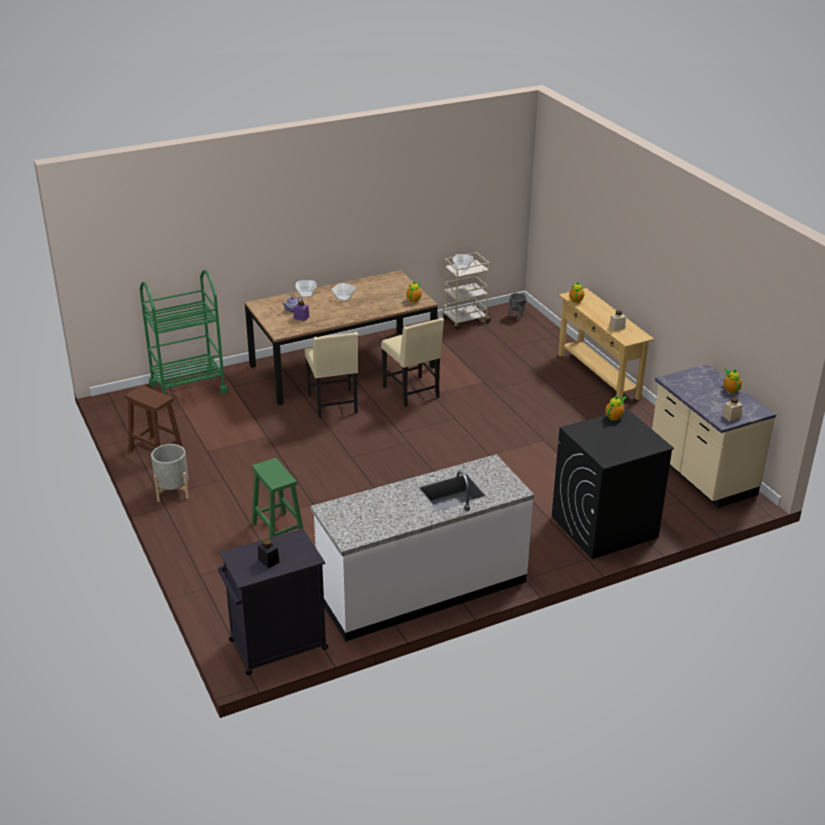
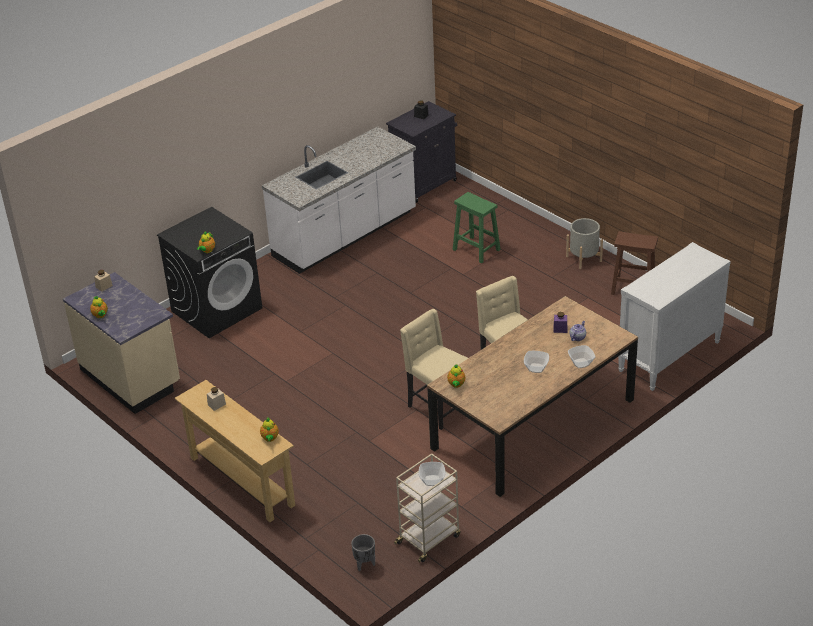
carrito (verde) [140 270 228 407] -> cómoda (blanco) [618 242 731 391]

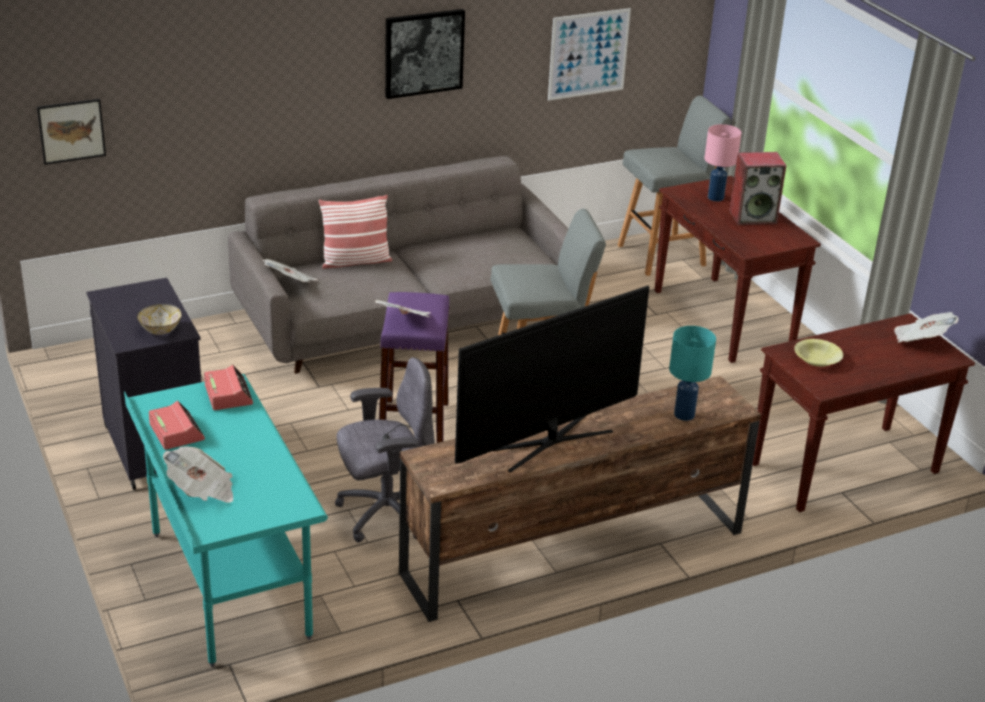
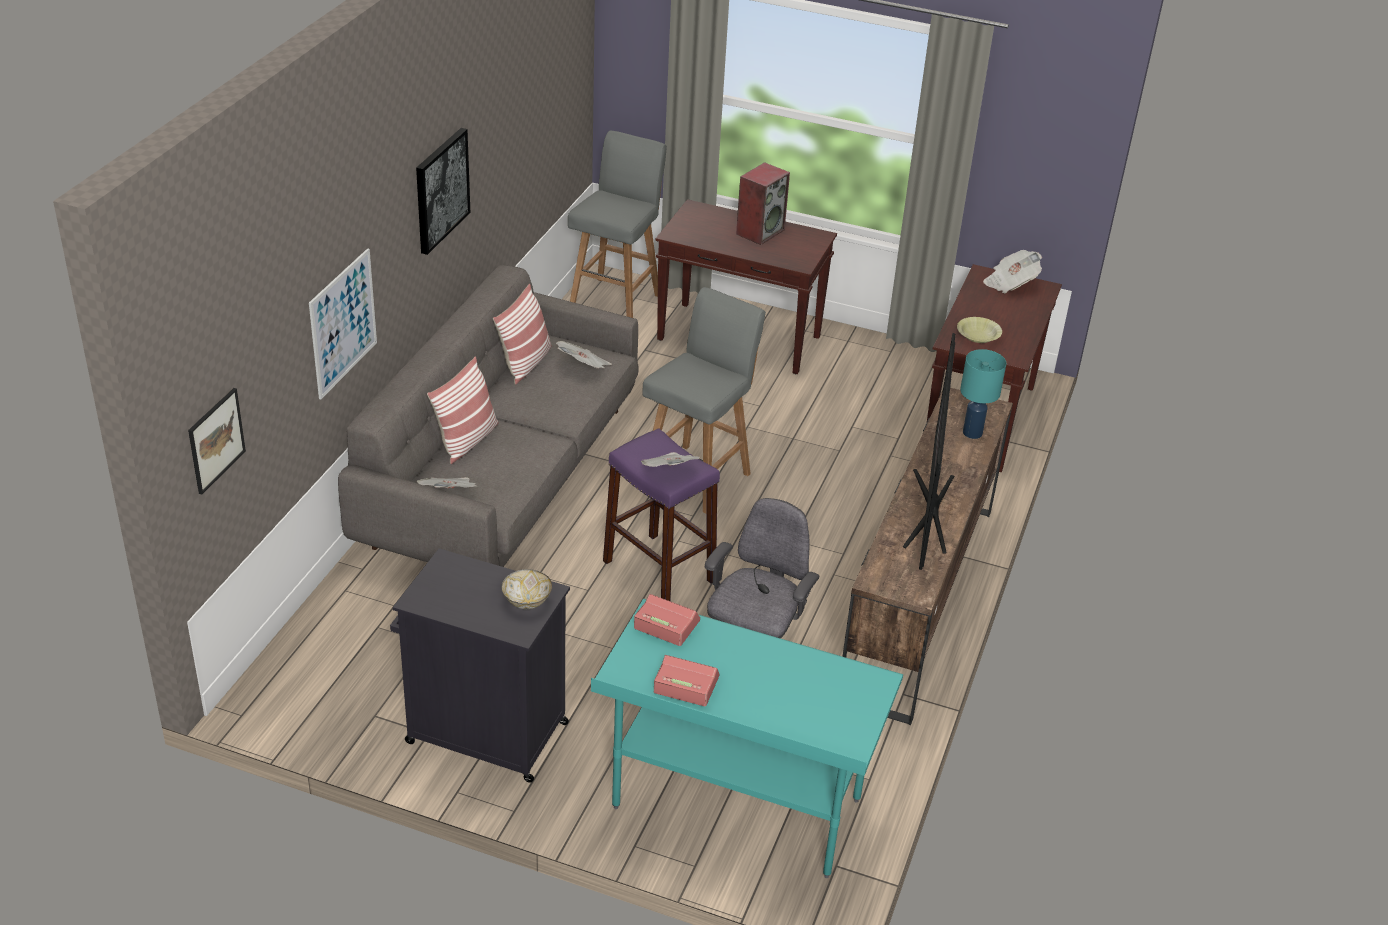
periódico [163 446 233 503] -> periódico [556 341 612 368], shifted
cuadro [548 8 631 100] -> cuadro [309 248 377 399], shifted
lámpara de mesa (rosa) [705 124 742 201] -> none
none -> cojín [493 284 552 385]

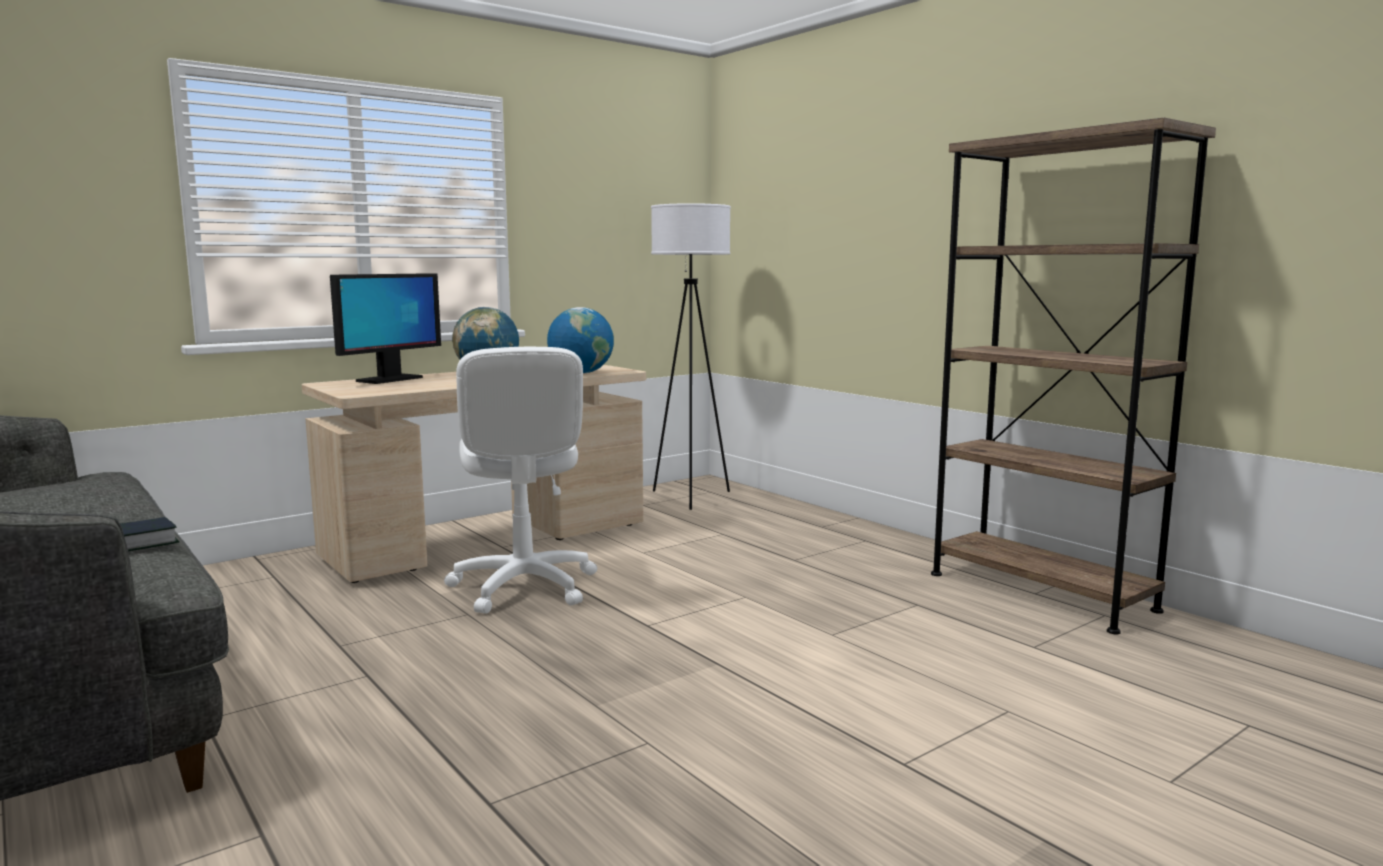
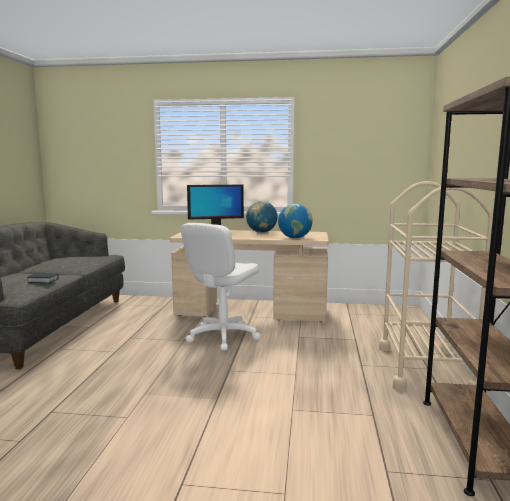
lámpara de pie (blanco) [651 203 731 510] -> none
none -> carrito (beis) [379 181 493 391]

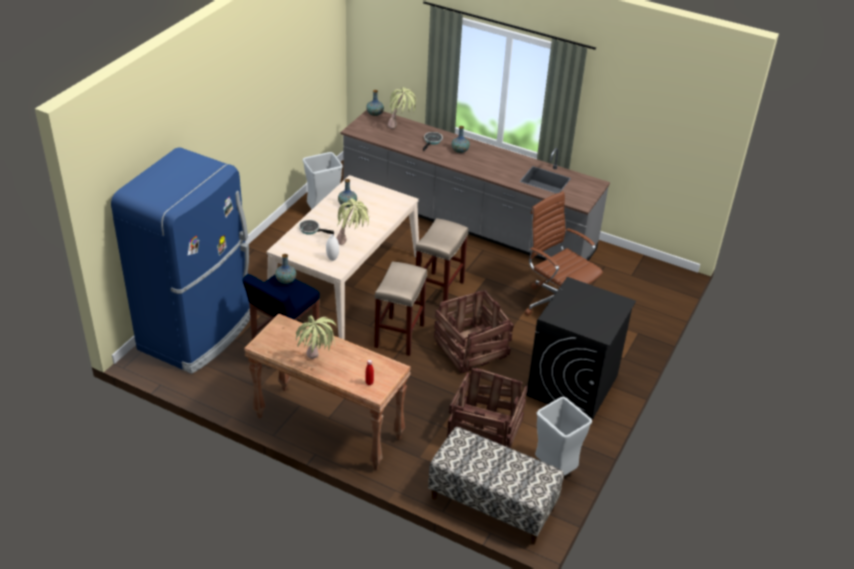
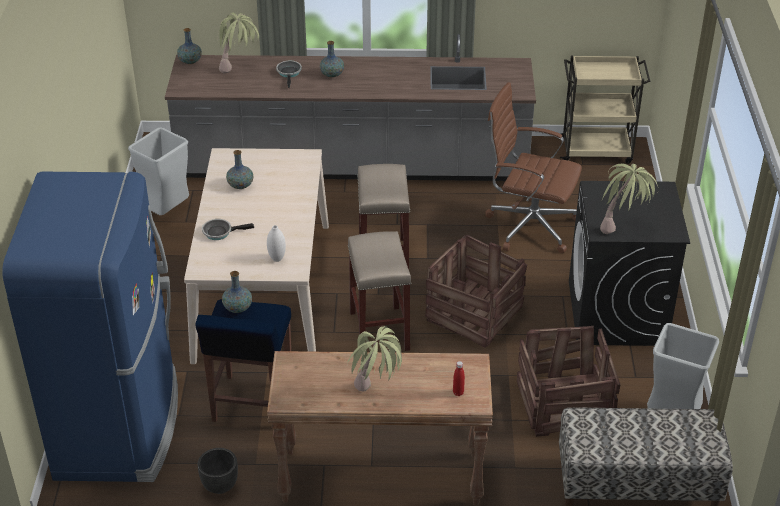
planta en maceta [336 198 369 245] -> planta en maceta [600 164 658 234], shifted
none -> maceta (negro) [198 448 238 494]
none -> carrito (beis) [560 56 650 164]

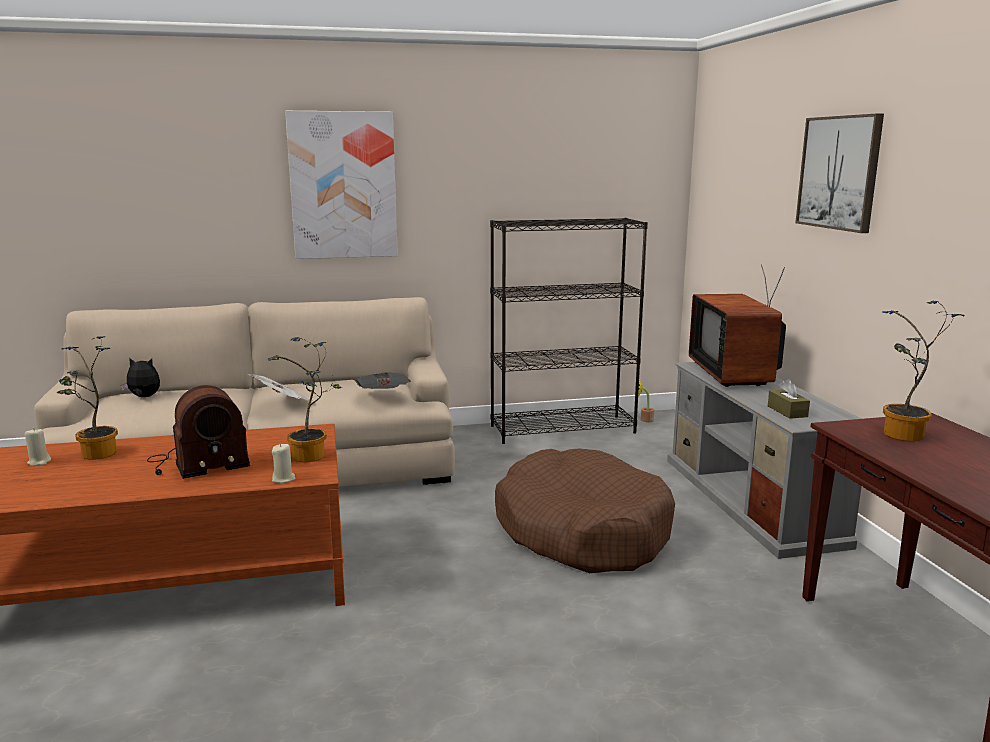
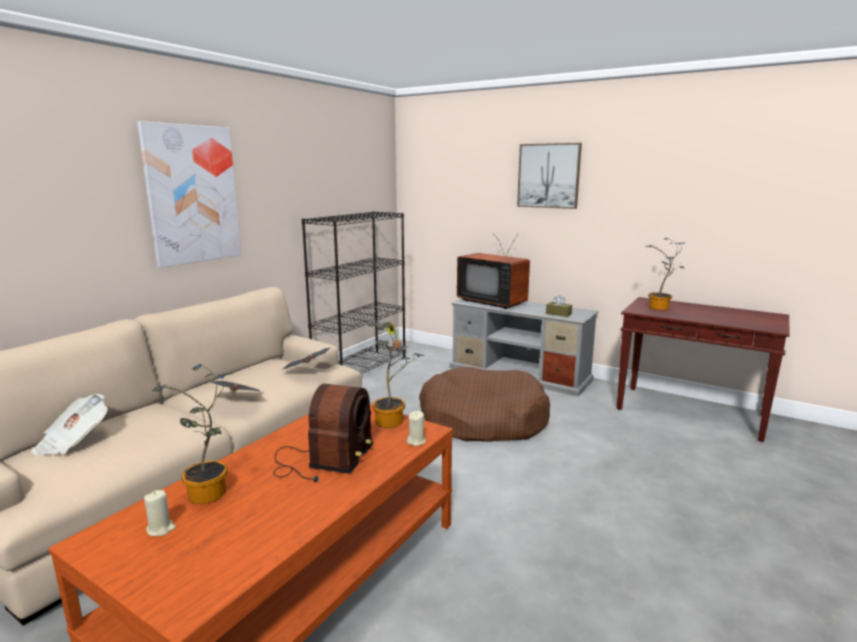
peluche [121 358 160 397] -> periódico [31 394 108 456]

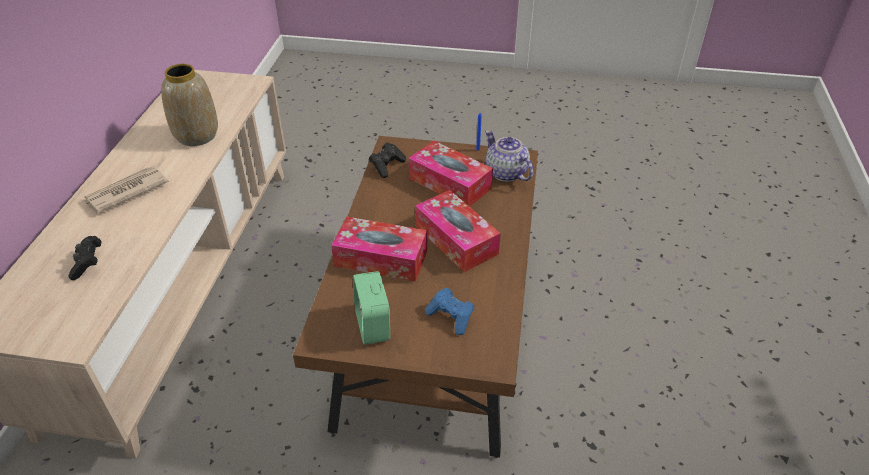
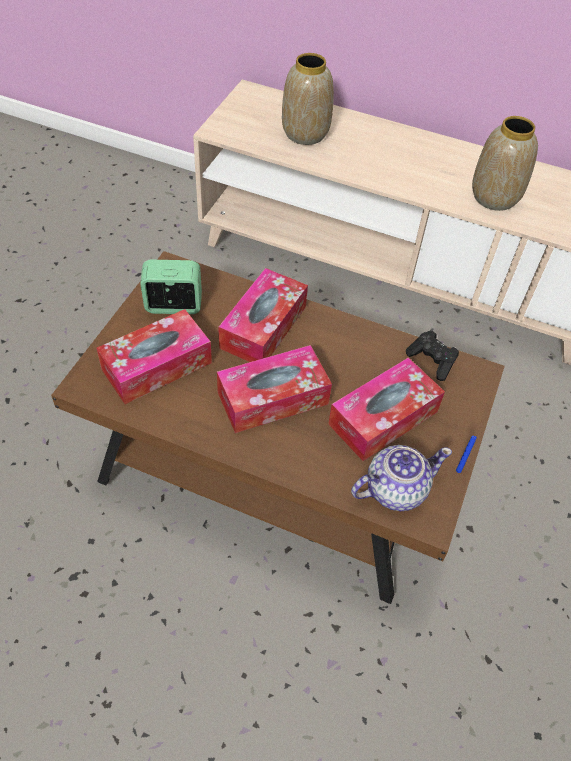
mando de consola (negro) [68 236 101 280] -> florero [282 53 334 145]
periódico [84 166 169 213] -> none
mando de consola (azul) [425 288 474 335] -> caja de pañuelos [97 309 212 404]

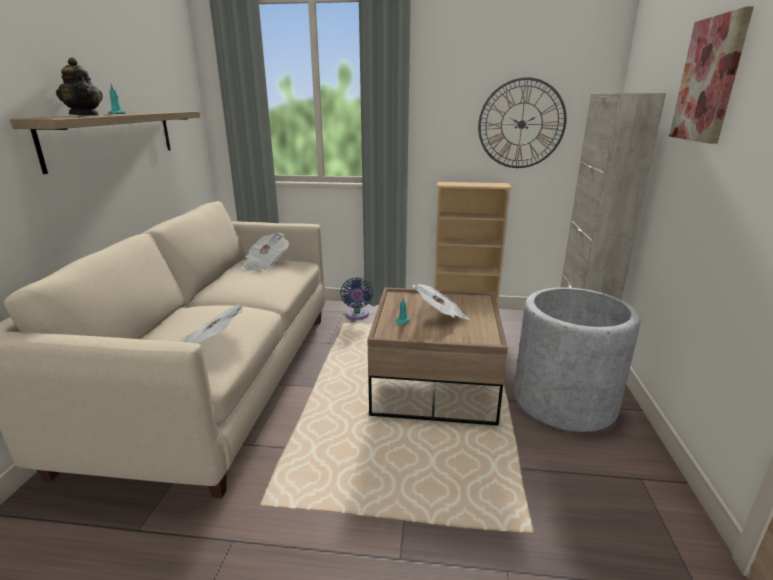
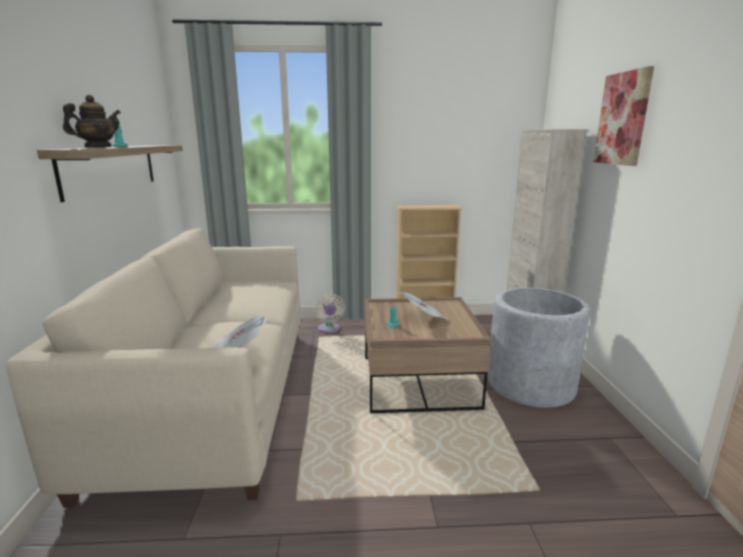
tetera [56 58 103 116] -> tetera [63 95 121 148], 90 degrees counterclockwise
periódico [242 233 289 271] -> none
ventilador (azul) [340 277 373 320] -> ventilador (beis) [314 294 345 333]
reloj de pared [478 77 566 168] -> none

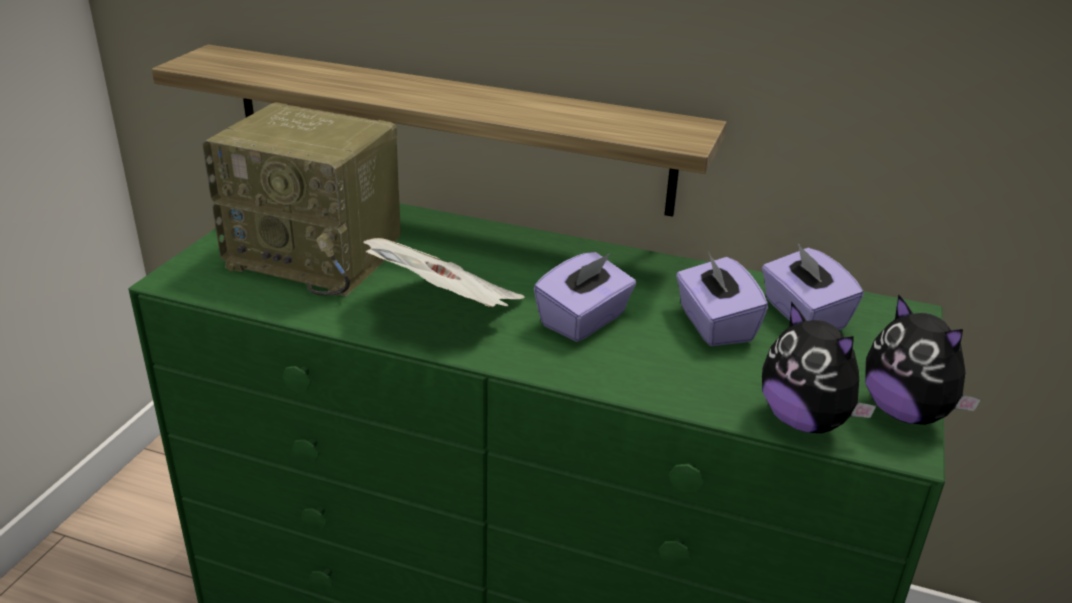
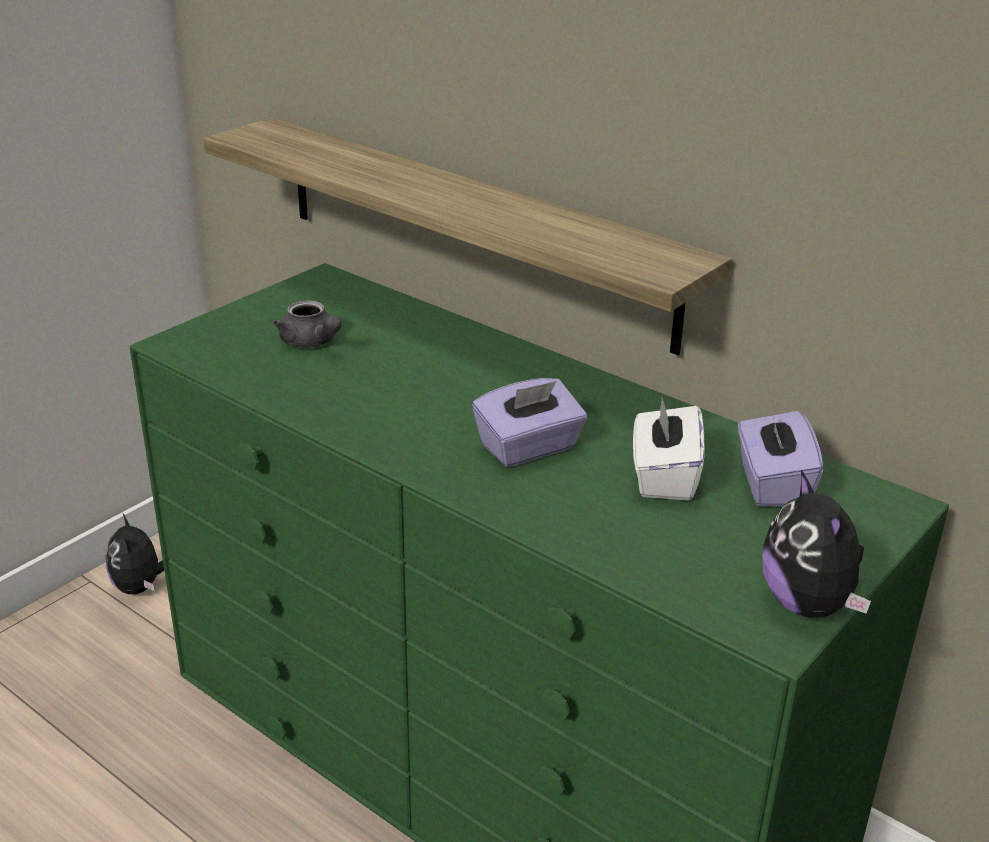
radio [202 102 401 296] -> tetera (gris) [274 300 342 348]
periódico [363 238 525 307] -> none
caja de pañuelos (morado) [676 251 768 346] -> caja de pañuelos (blanco) [633 397 705 501]
peluche [762 302 876 433] -> peluche [105 514 164 594], shifted

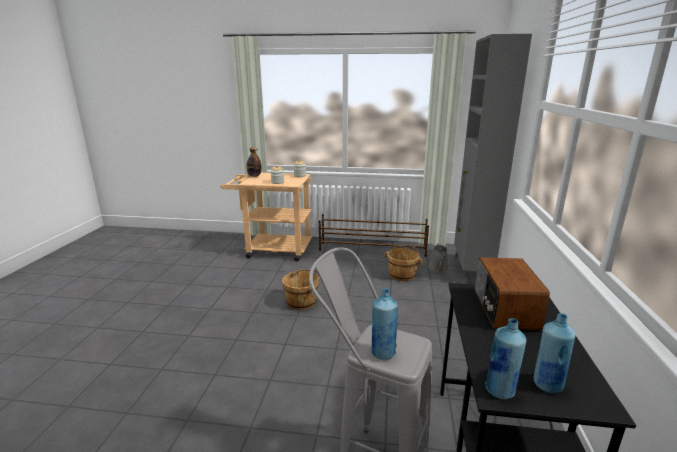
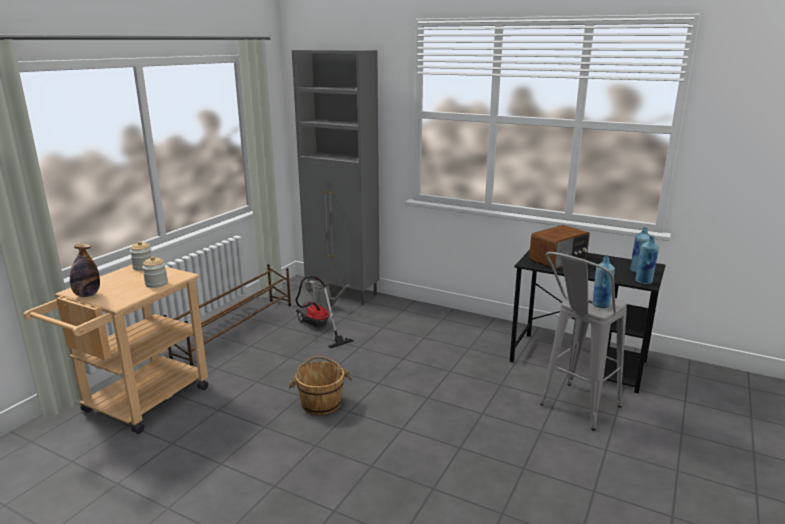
cubo (marrón) [384 245 424 281] -> aspiradora [296 276 354 349]
radio [475 257 550 330] -> radio [529 225 590 269], 60 degrees counterclockwise

